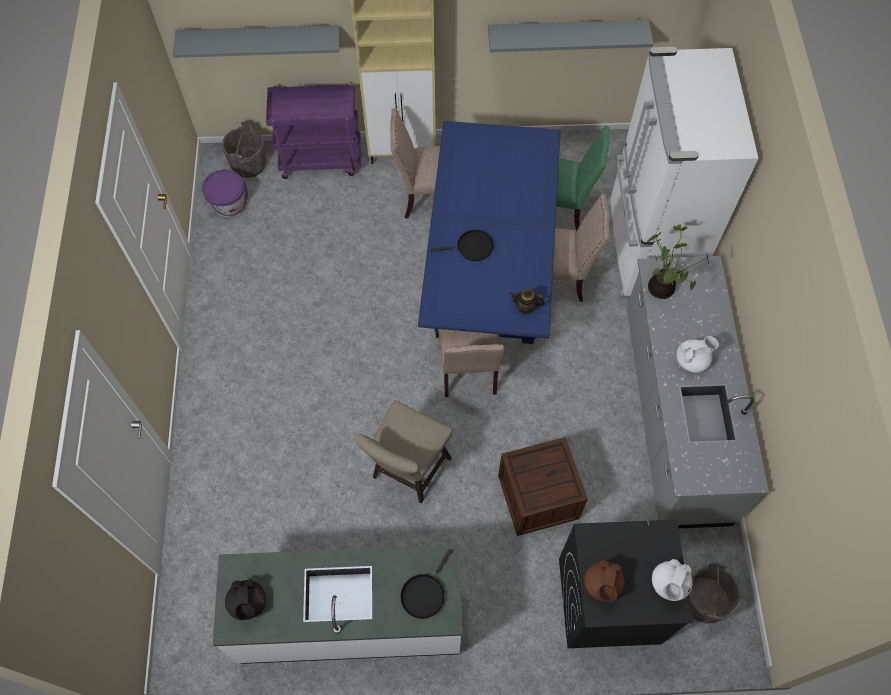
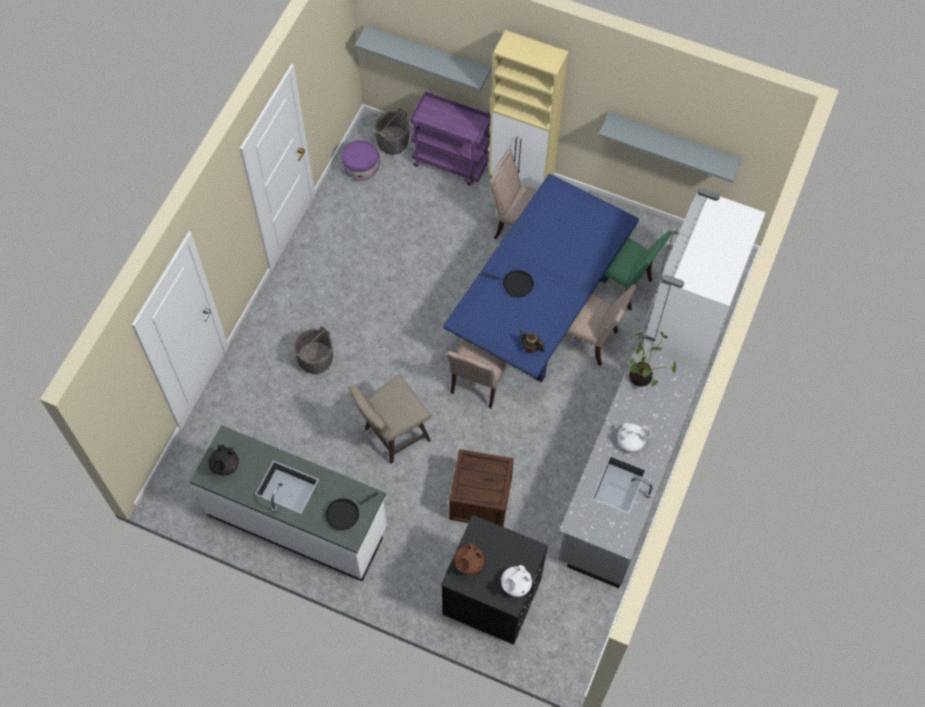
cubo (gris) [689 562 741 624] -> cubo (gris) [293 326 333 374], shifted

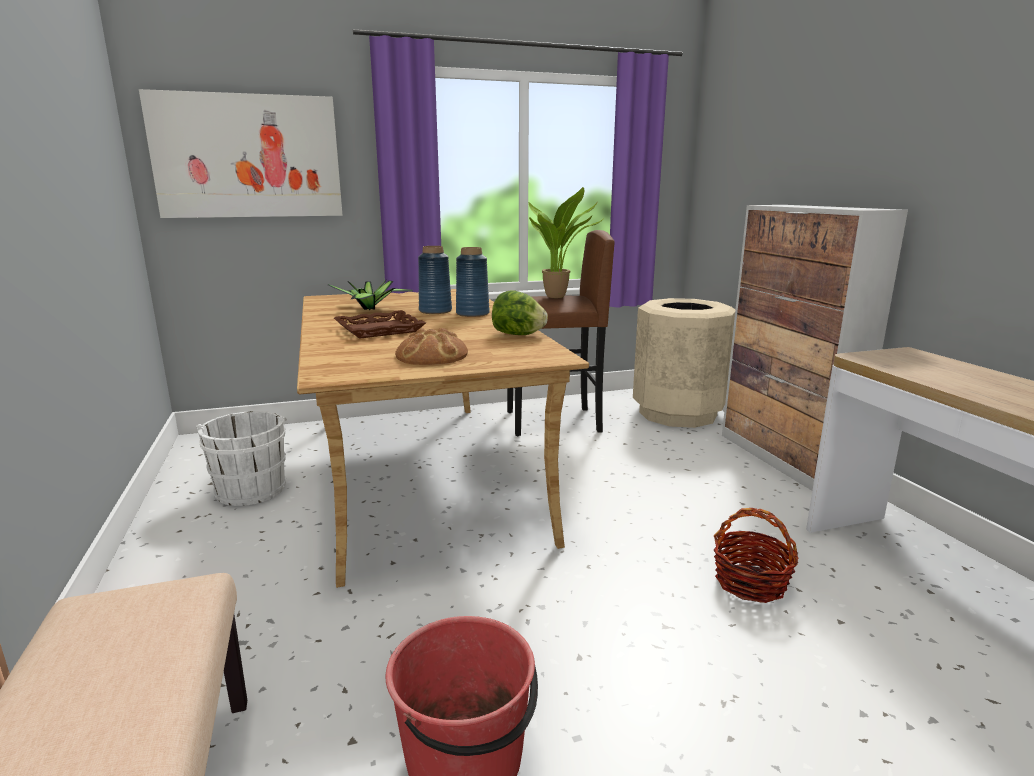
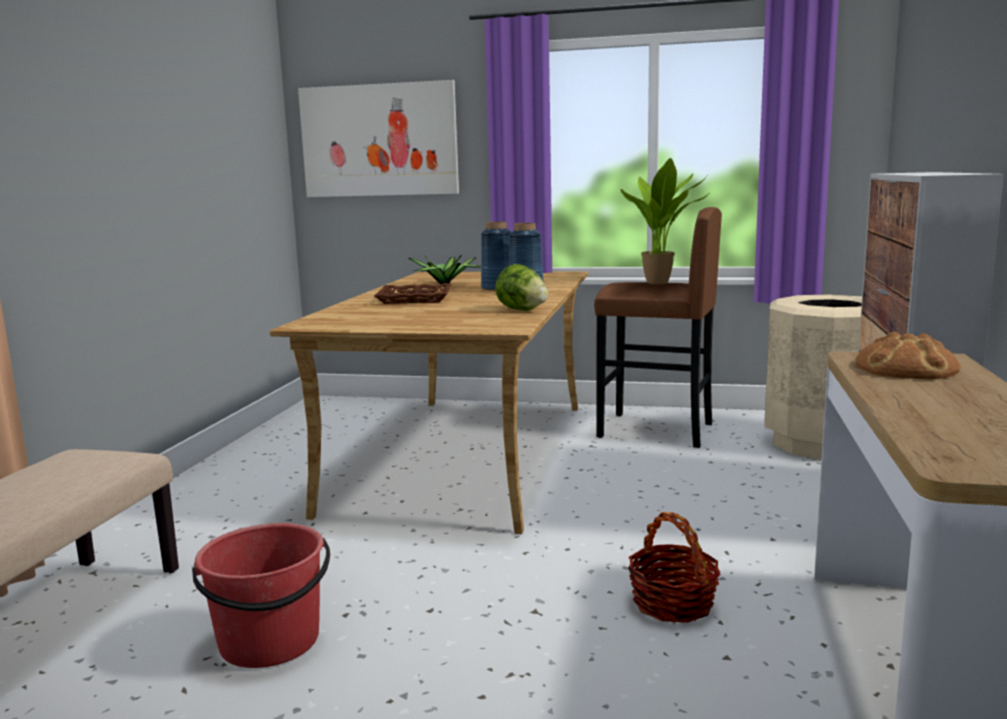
cubo (blanco) [196 411 287 506] -> none
pan [395 328 468 365] -> pan [855 332 961 379], shifted

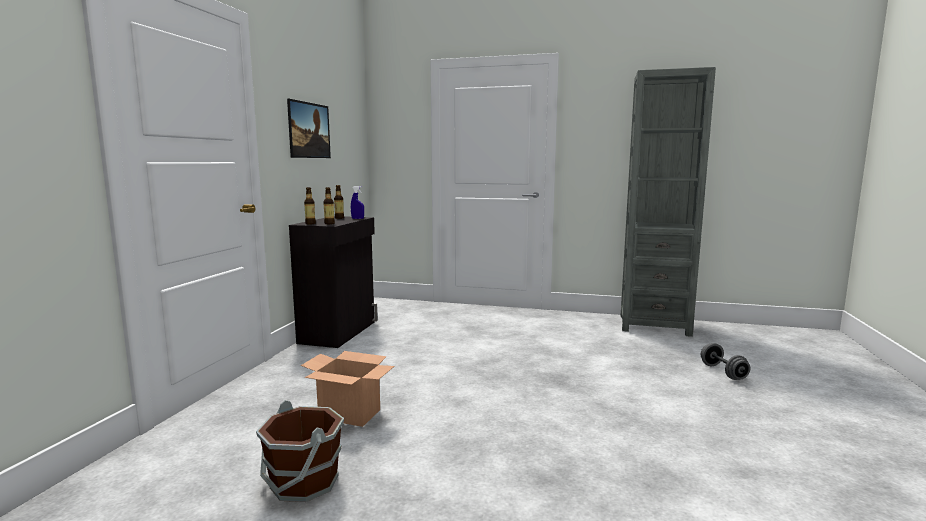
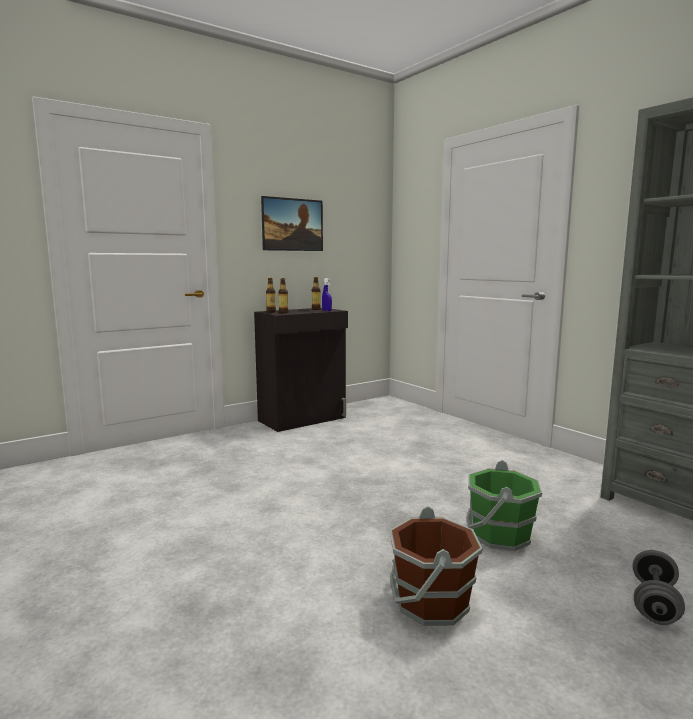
cubo (marrón) [256 400 344 502] -> cubo (marrón) [390 506 483 626], shifted
caja de cartón [301 351 395 427] -> none
none -> cubo (verde) [467 460 542 551]

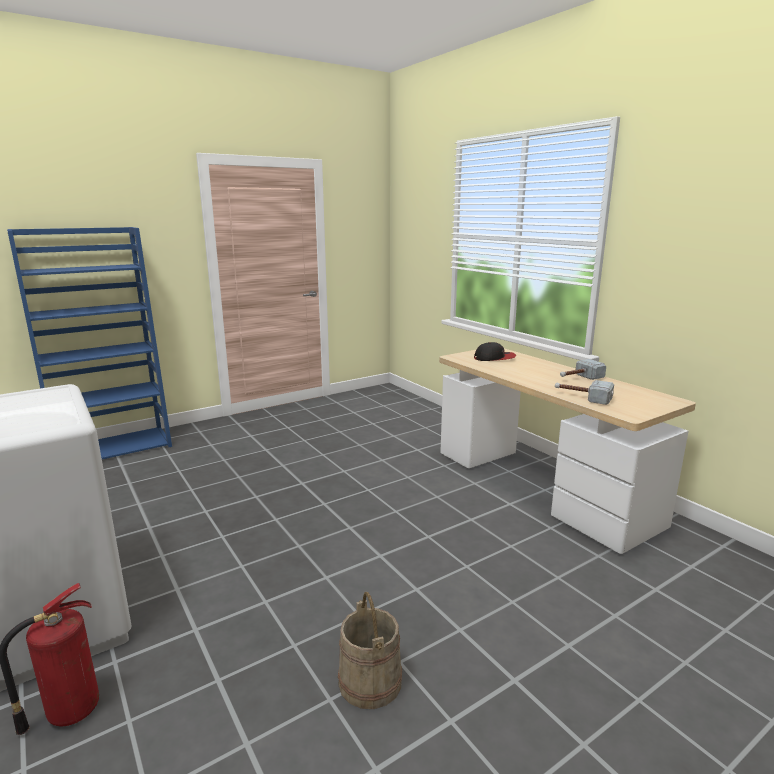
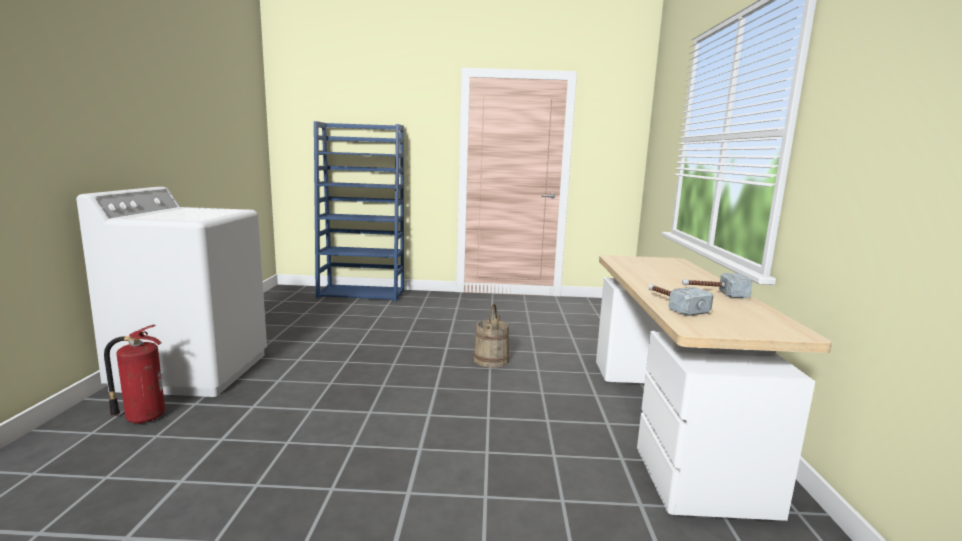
cubo (beis) [338 592 402 709] -> cubo (beis) [473 304 509 368], shifted
gorra [474 342 516 361] -> none

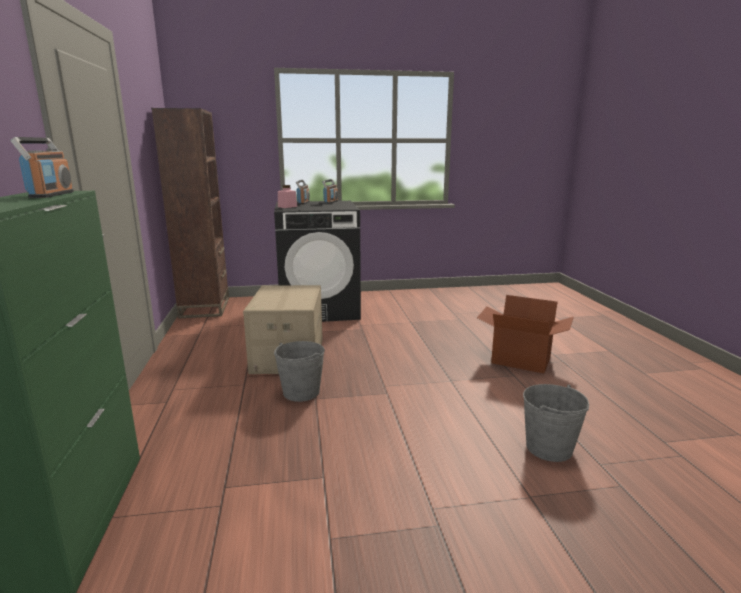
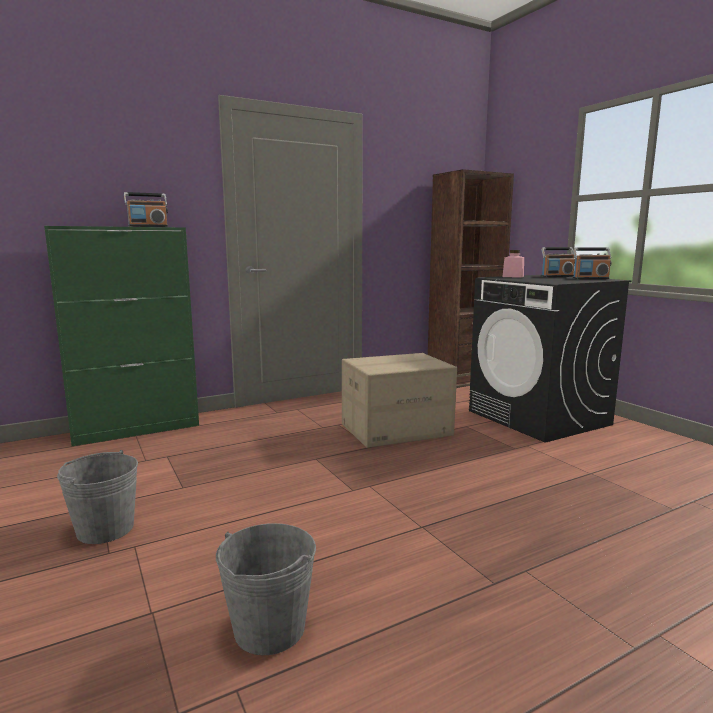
cubo (gris) [274 341 325 402] -> cubo (gris) [57 450 138 544], shifted
caja de cartón [477 295 574 373] -> none

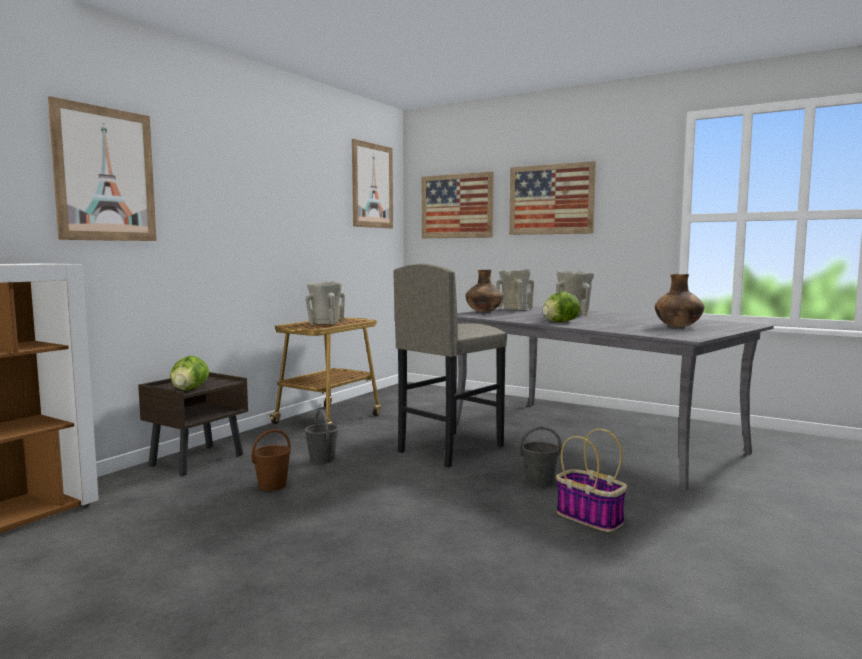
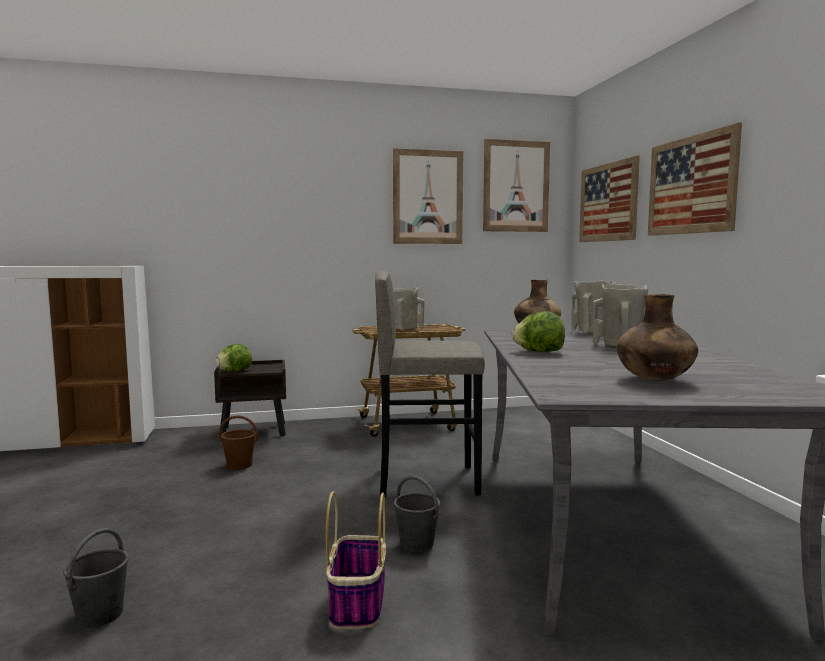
cuadro [48 96 157 241] -> cuadro [393 148 463 244], shifted
cubo (gris) [305 409 339 464] -> cubo (gris) [63 528 129 628], shifted

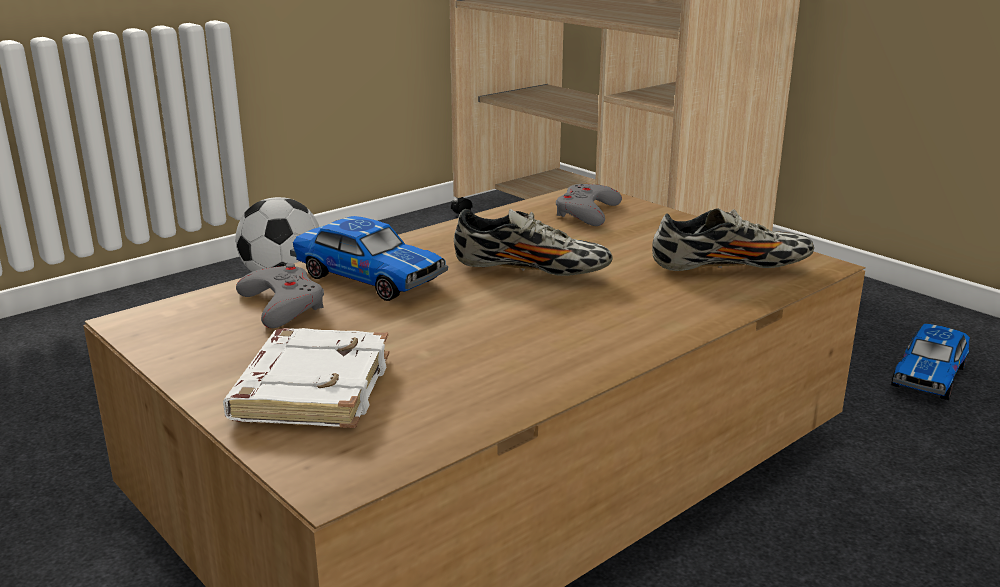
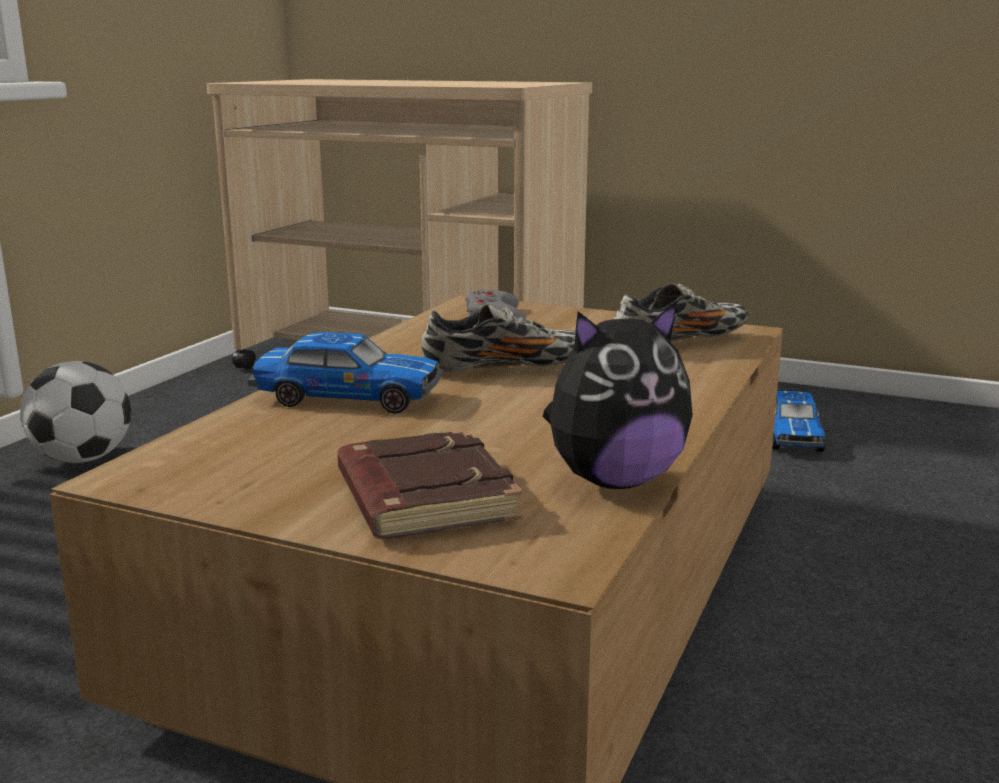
libro (blanco) [223 328 389 428] -> libro (marrón) [337 429 522 539]
mando de consola (gris) [236 263 324 328] -> none
none -> peluche [542 301 693 489]

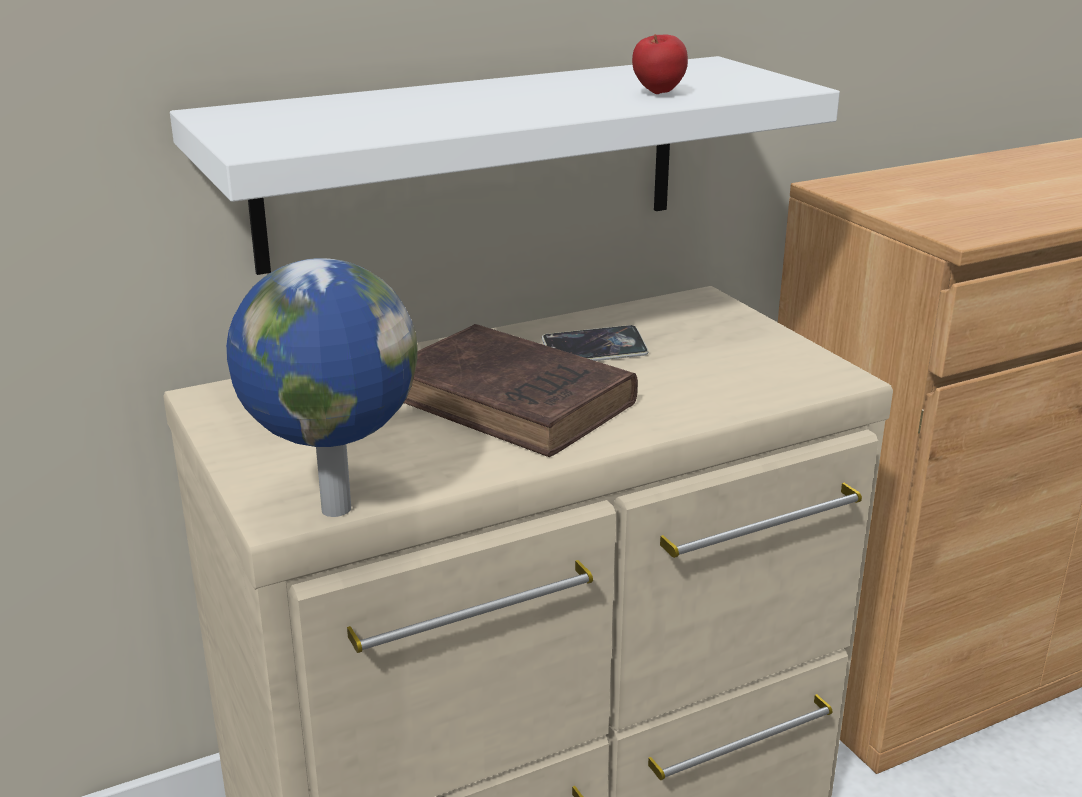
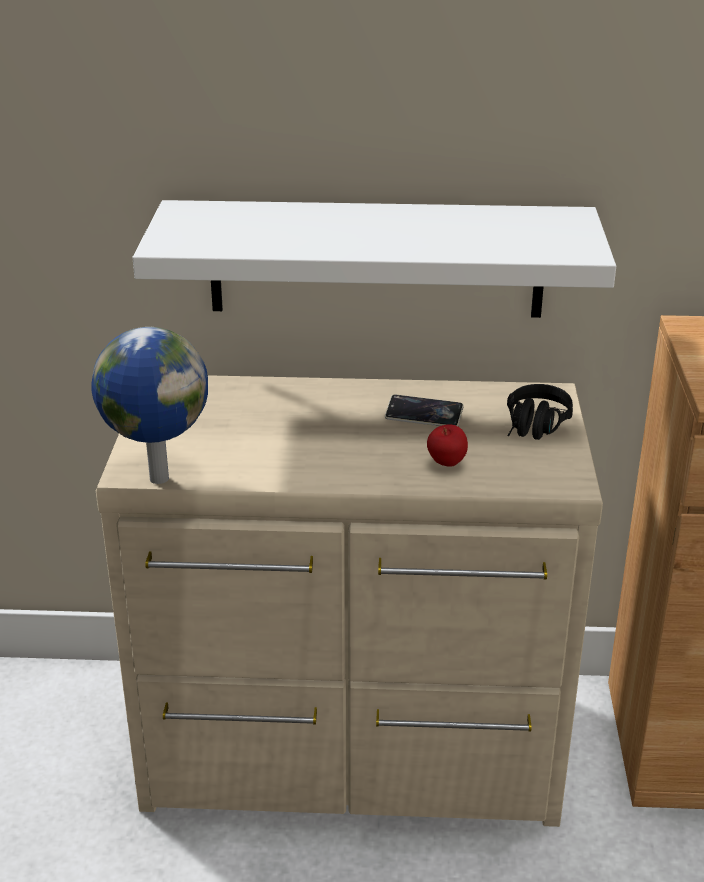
libro (marrón) [404 324 638 457] -> none
manzana [632 34 688 94] -> manzana [427 425 468 467], shifted
none -> auriculares (negro) [507 384 573 440]

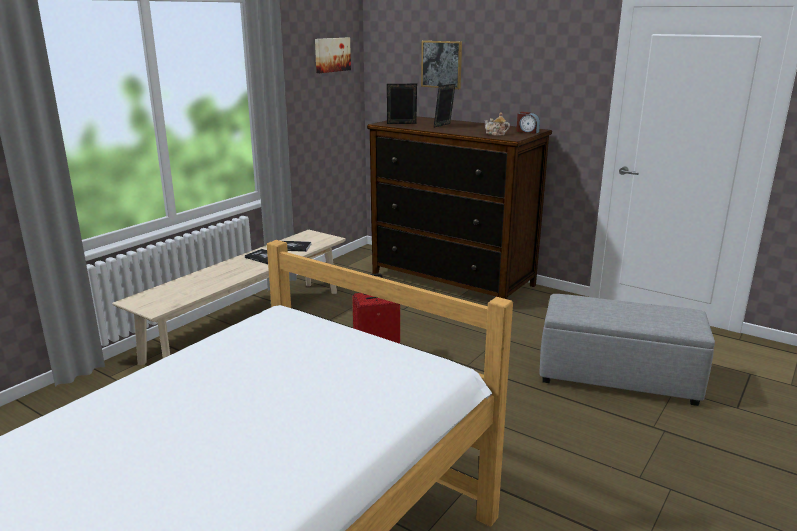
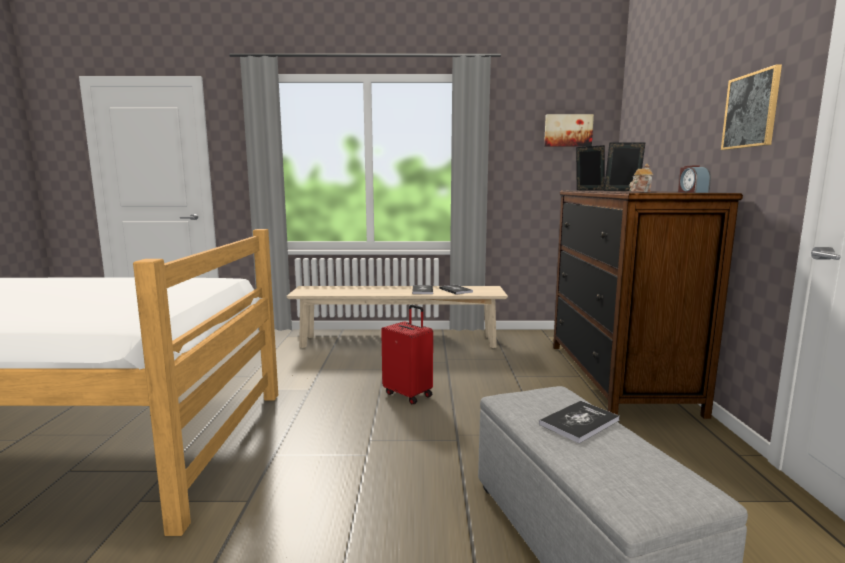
cuadro [421 40 462 89] -> cuadro [721 64 782 150], shifted
none -> libro [539 401 620 443]

